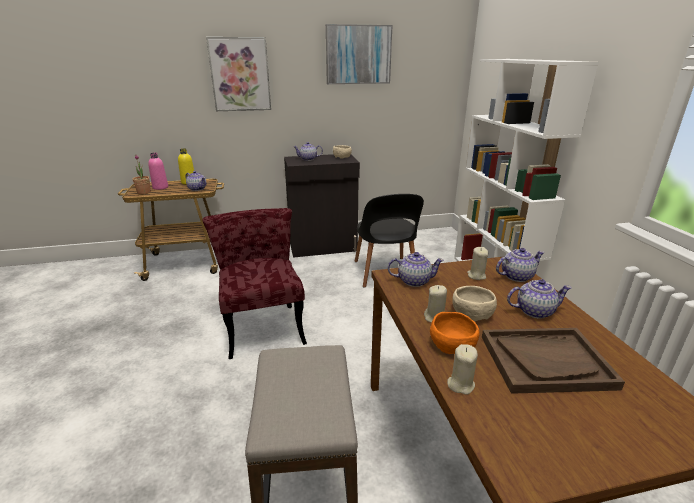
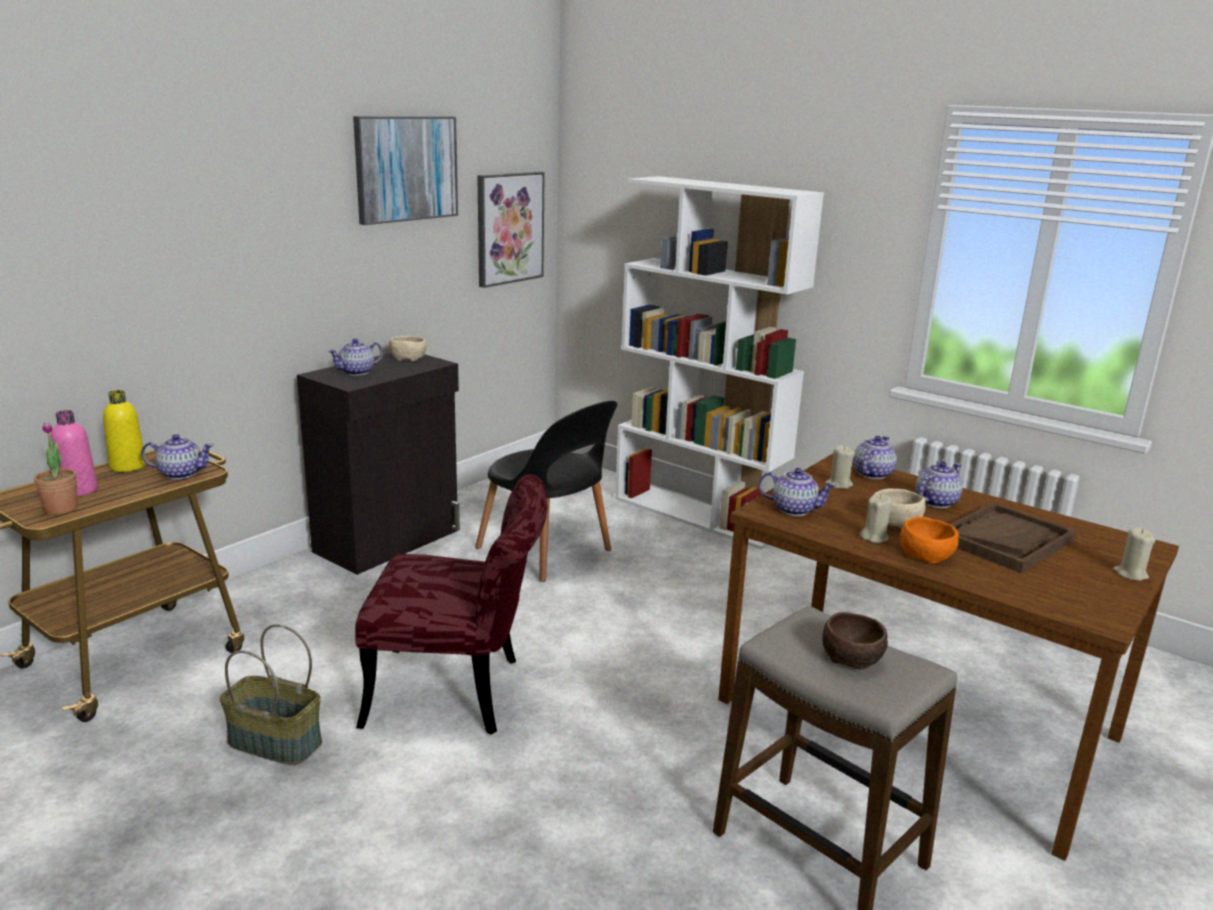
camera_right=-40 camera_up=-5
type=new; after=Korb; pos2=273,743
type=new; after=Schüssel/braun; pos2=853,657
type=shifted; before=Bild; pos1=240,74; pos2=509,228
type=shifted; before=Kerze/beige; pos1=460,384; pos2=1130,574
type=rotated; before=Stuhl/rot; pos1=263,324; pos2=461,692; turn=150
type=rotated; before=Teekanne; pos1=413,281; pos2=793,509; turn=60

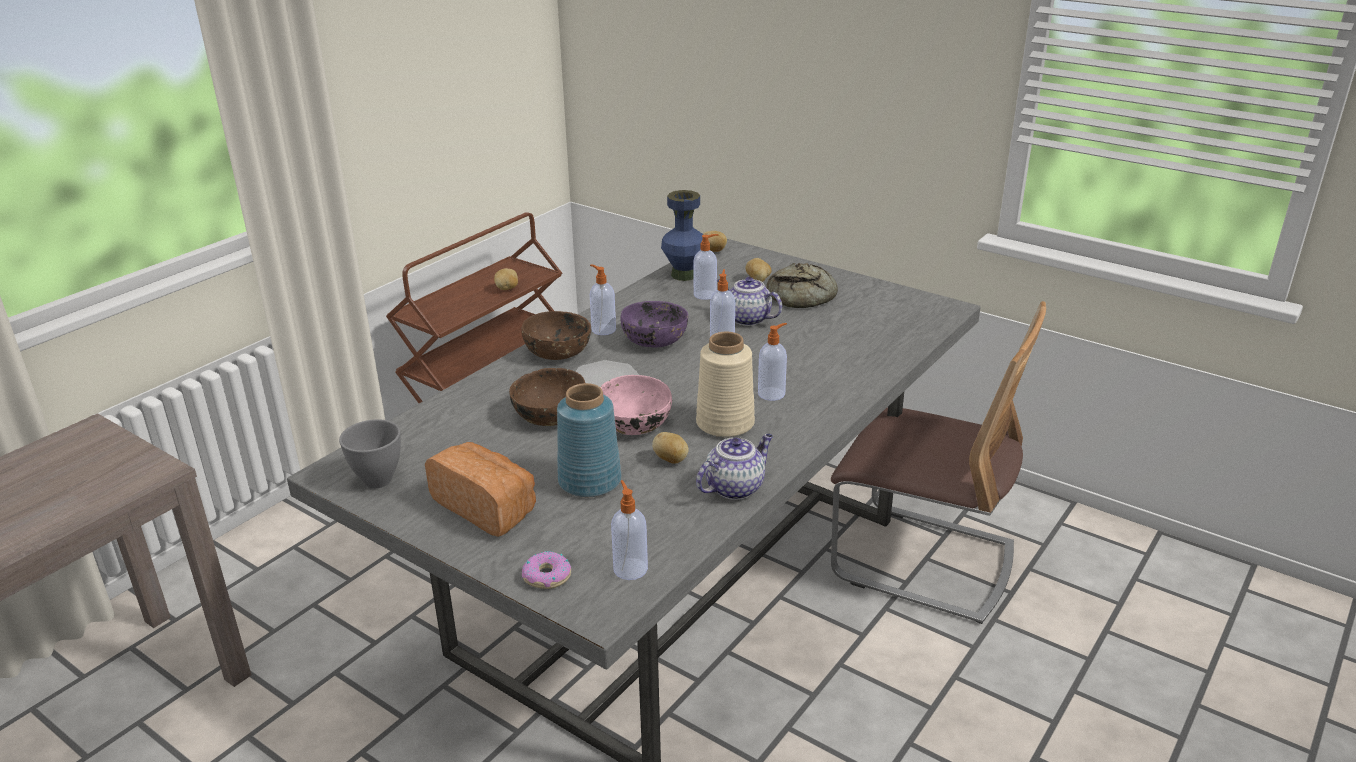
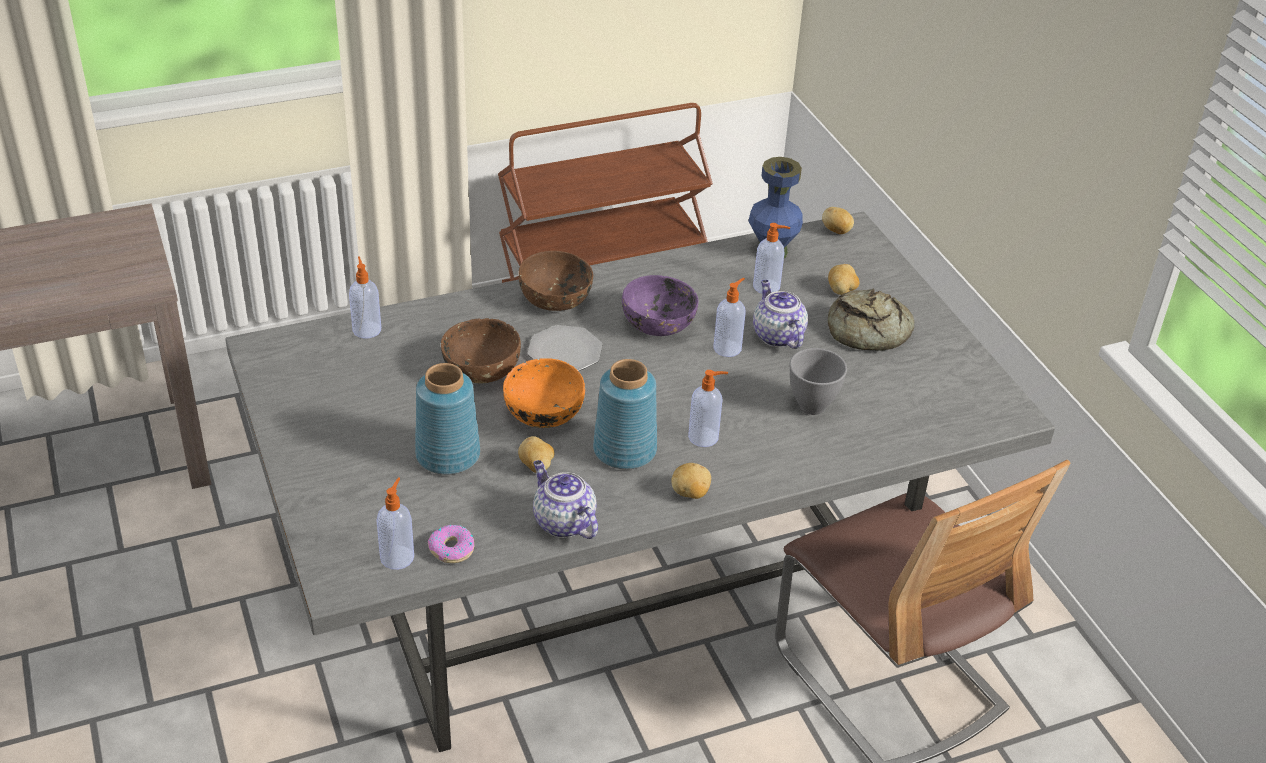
camera_right=30 camera_up=10
type=gone; before=Brot; pos1=487,507
type=shifted; before=Schüssel/grau; pos1=376,481; pos2=810,406
type=shifted; before=Kartoffel; pos1=507,288; pos2=690,493
type=shifted; before=Donut; pos1=547,576; pos2=451,549
type=shifted; before=Seifenspender; pos1=603,329; pos2=366,329
type=repainted; before=Schüssel/rosa; after=Schüssel/orange; pos1=634,424; pos2=543,412
type=repainted; before=Vase/beige; after=Vase/blau; pos1=725,424; pos2=624,451
type=rotated; before=Teekanne; pos1=735,487; pos2=562,522; turn=-120

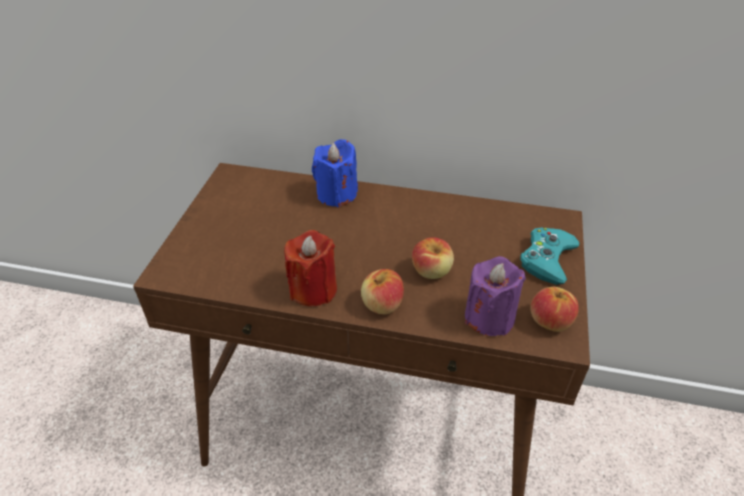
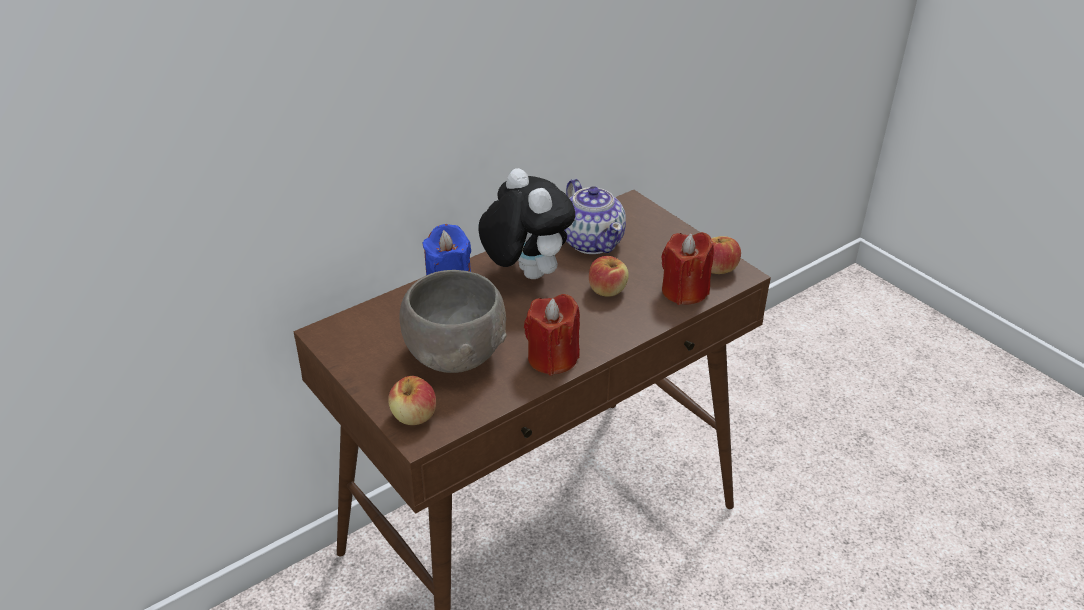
camera_right=-50 camera_up=-5
type=gone; before=Gamepad/türkis; pos1=547,259
type=new; after=Schüssel/grau; pos2=456,354
type=new; after=Plüschtier; pos2=525,273
type=new; after=Teekanne; pos2=592,241
type=shifted; before=Apfel; pos1=382,304; pos2=414,416
type=repainted; before=Kerze/lila; after=Kerze/rot; pos1=489,317; pos2=684,291

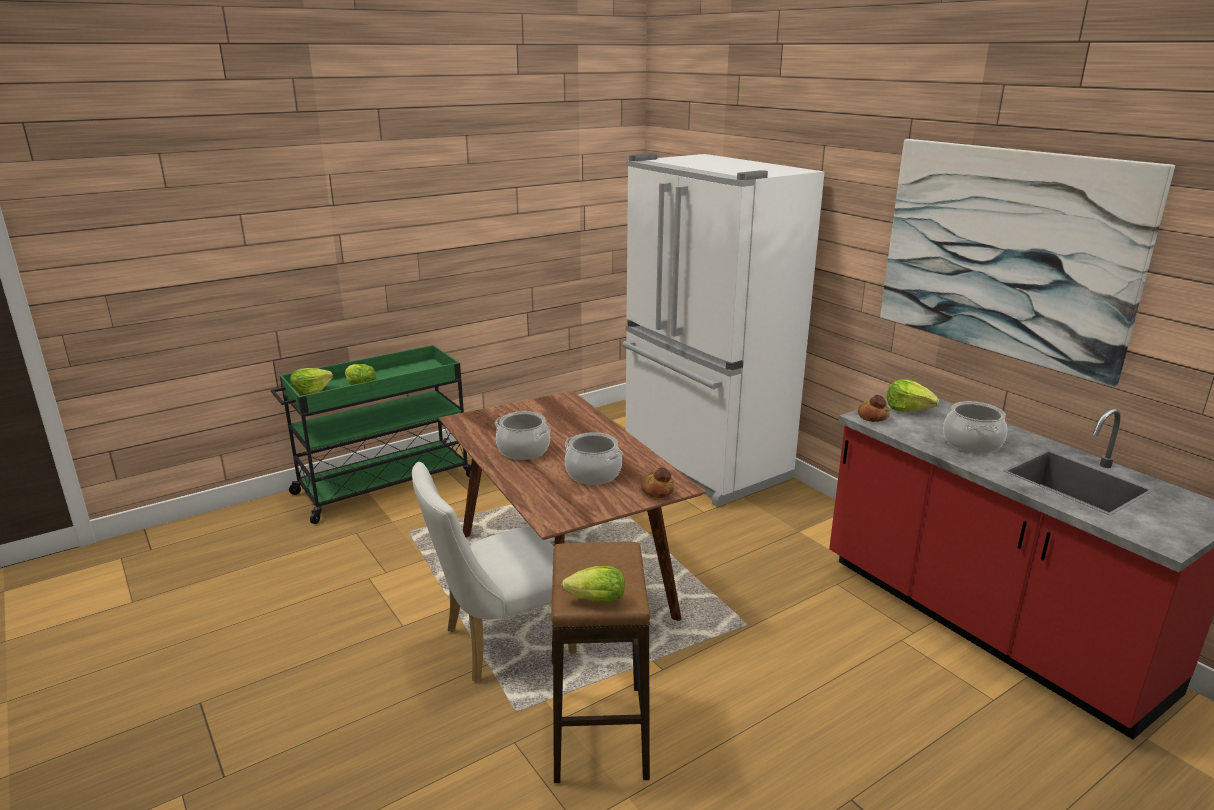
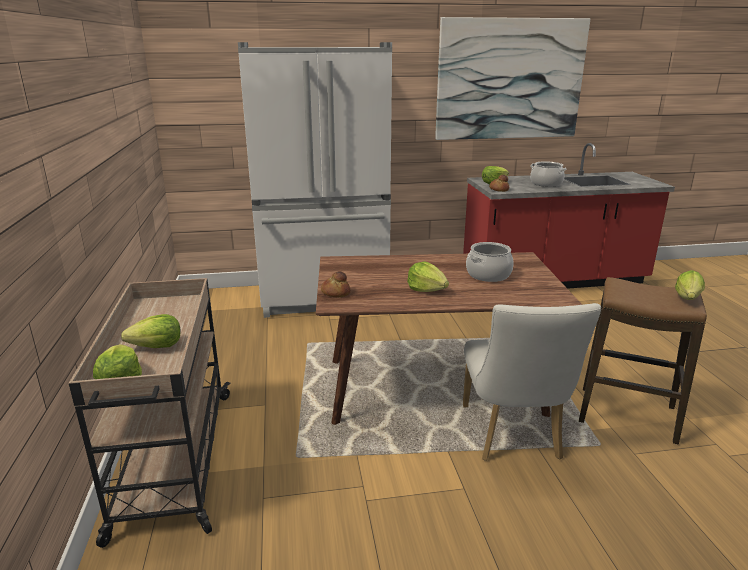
camera_right=-65 camera_up=0
type=shifted; before=Brot; pos1=658,490; pos2=336,293
type=swapped; before=Kochtopf; after=Salatkopf; pos1=523,450; pos2=426,289
type=repainted; before=Rollwagen/grün; after=Rollwagen/beige; pos1=383,486; pos2=174,461

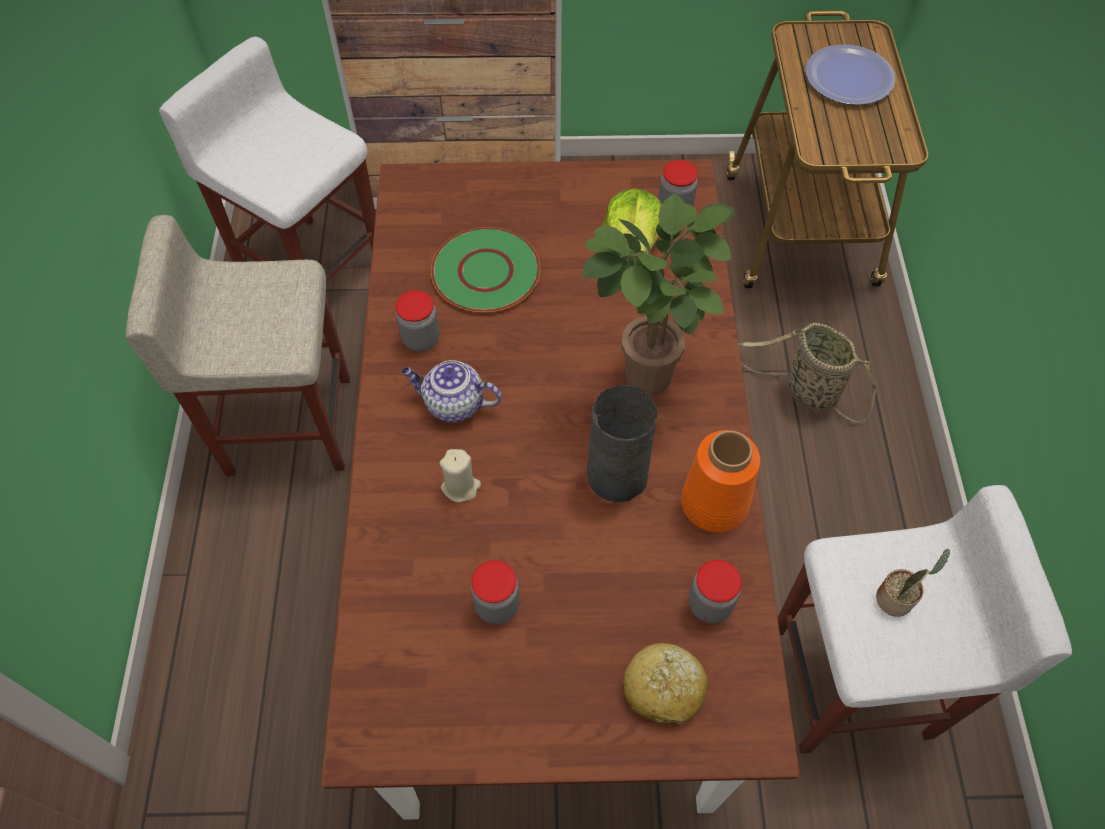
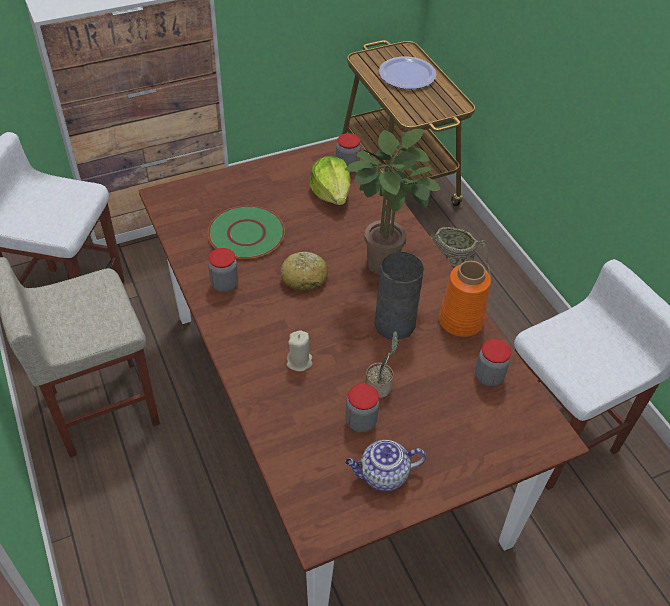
camera_right=-25 camera_up=-10
type=shifted; before=Teekanne; pos1=452,404; pos2=382,475
type=shifted; before=Brot; pos1=664,688; pos2=304,277
type=shifted; before=Topfpflanze; pos1=897,598; pos2=379,386

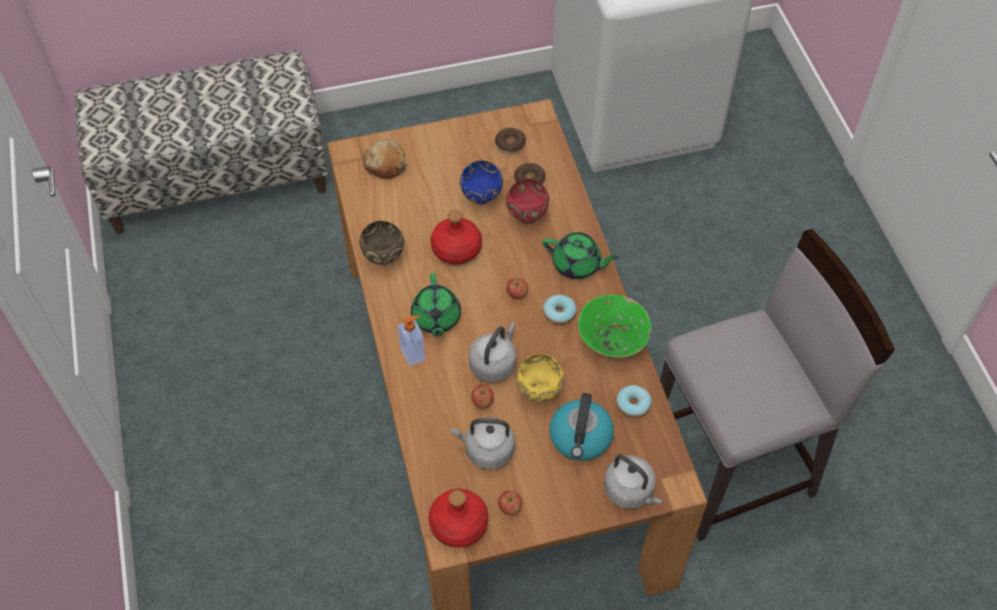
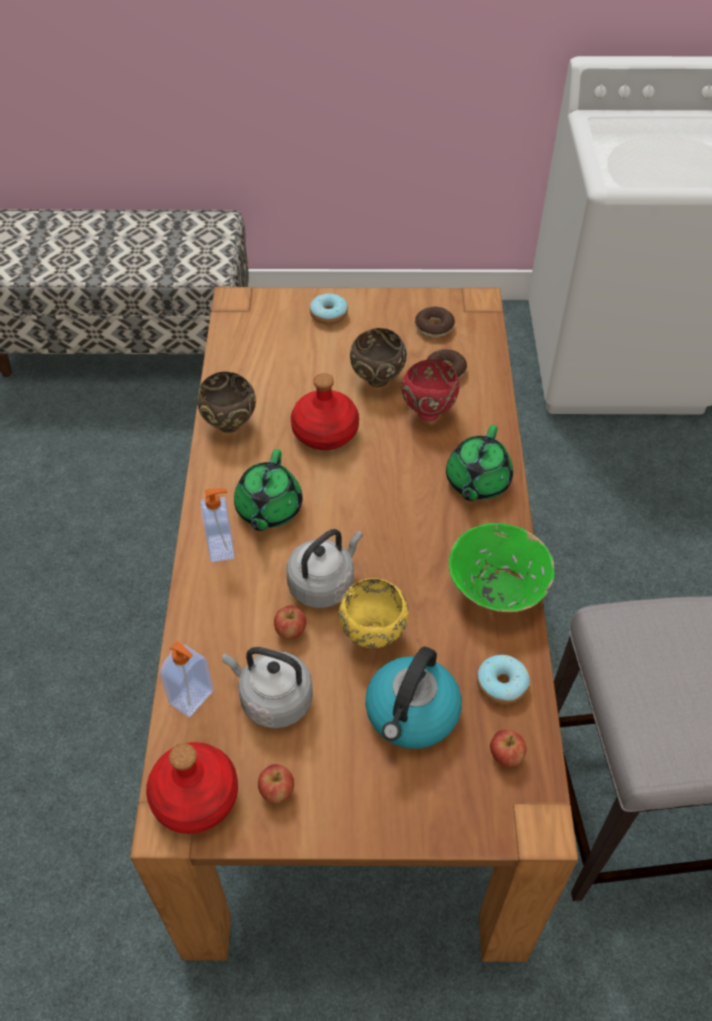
camera_right=15 camera_up=-5
type=gone; before=Brot; pos1=385,164
type=gone; before=Wasserkessel/grau; pos1=630,491
type=new; after=Seifenspender; pos2=192,698
type=shifted; before=Apfel; pos1=517,294; pos2=505,756
type=shifted; before=Donut; pos1=559,313; pos2=328,315
type=repainted; before=Schüssel/blau; after=Schüssel/braun; pos1=481,199; pos2=377,381
type=rotated; before=Teekanne/grün; pos1=577,264; pos2=477,482; turn=75

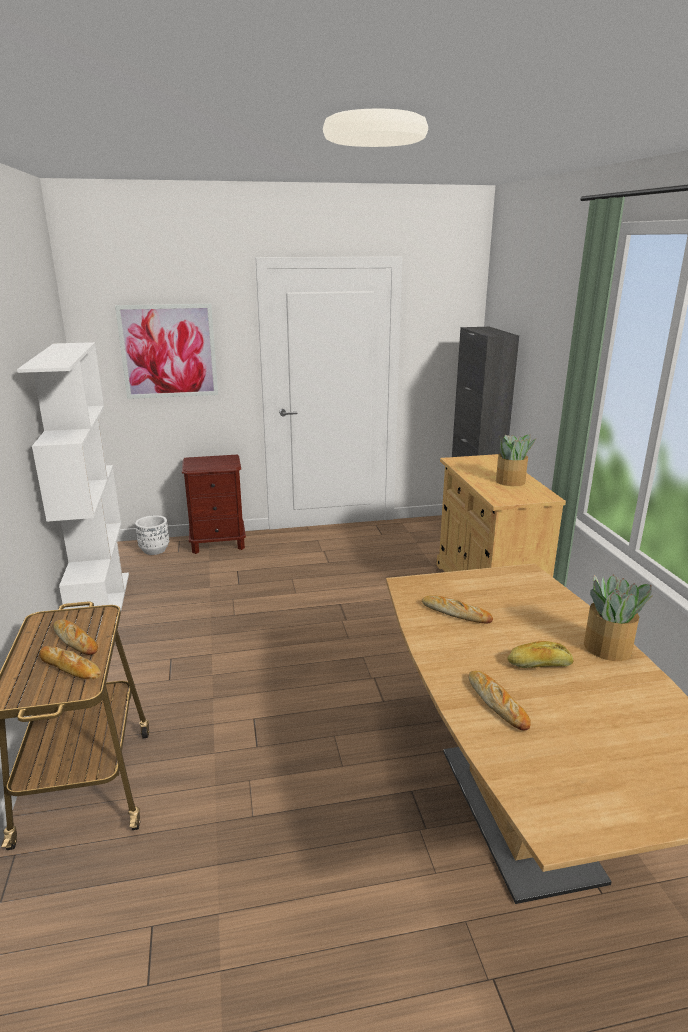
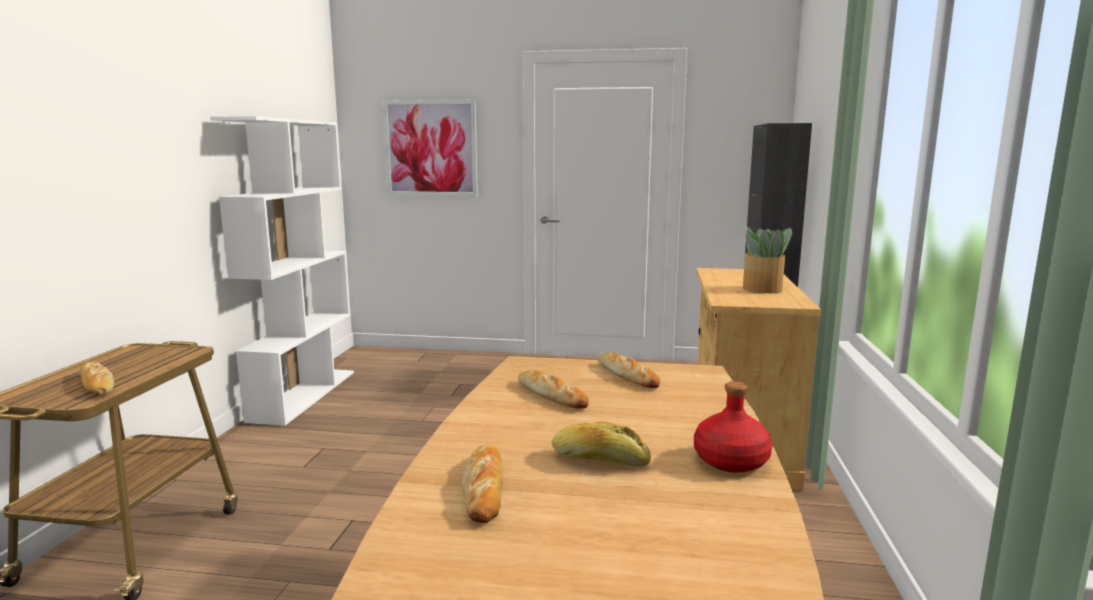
camera_right=20 camera_up=-10
type=gone; before=Pflanzkübel/weiß; pos1=154,550
type=gone; before=Nachttisch/braun; pos1=218,543
type=shifted; before=Brot; pos1=75,640; pos2=627,375
type=swapped; before=Topfpflanze; after=Flasche/rot; pos1=608,649; pos2=730,460

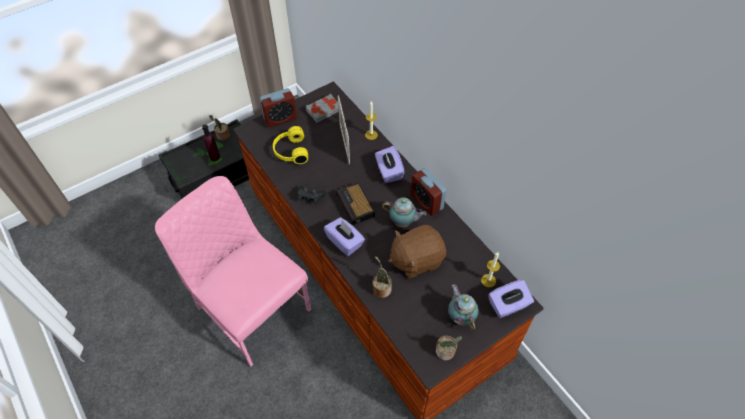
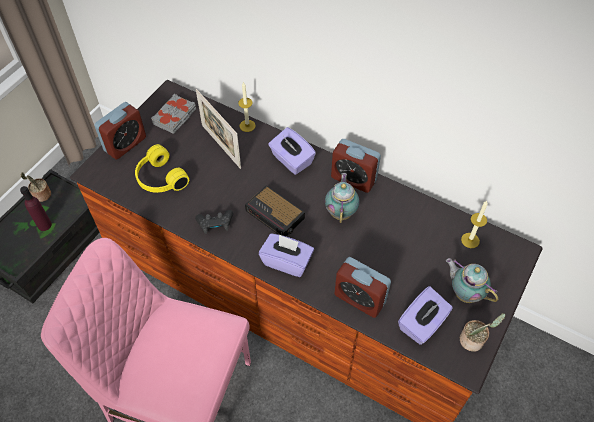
camera_right=-25 camera_up=0
type=gone; before=Plüschtier/braun; pos1=416,259
type=shifted; before=Taschentuchbox/lila; pos1=508,305; pos2=422,324
type=swapped; before=Topfpflanze; after=Wecker; pos1=381,288; pos2=360,299
type=rotated; before=Teekanne; pos1=403,222; pos2=341,212; turn=-75

